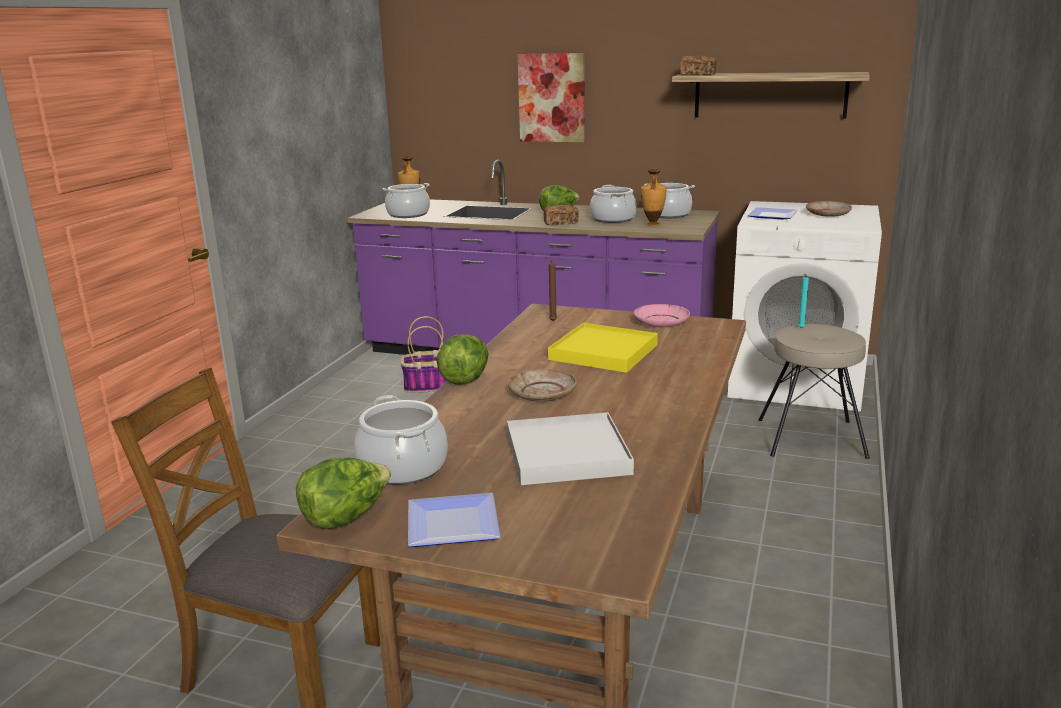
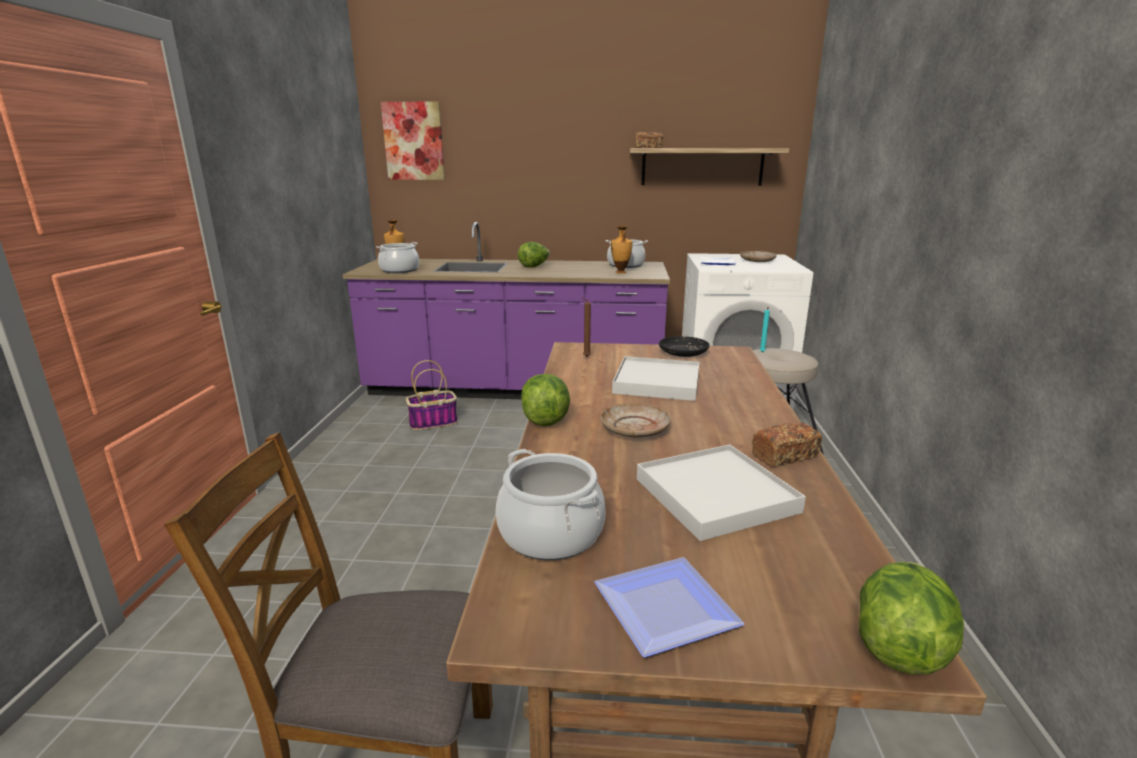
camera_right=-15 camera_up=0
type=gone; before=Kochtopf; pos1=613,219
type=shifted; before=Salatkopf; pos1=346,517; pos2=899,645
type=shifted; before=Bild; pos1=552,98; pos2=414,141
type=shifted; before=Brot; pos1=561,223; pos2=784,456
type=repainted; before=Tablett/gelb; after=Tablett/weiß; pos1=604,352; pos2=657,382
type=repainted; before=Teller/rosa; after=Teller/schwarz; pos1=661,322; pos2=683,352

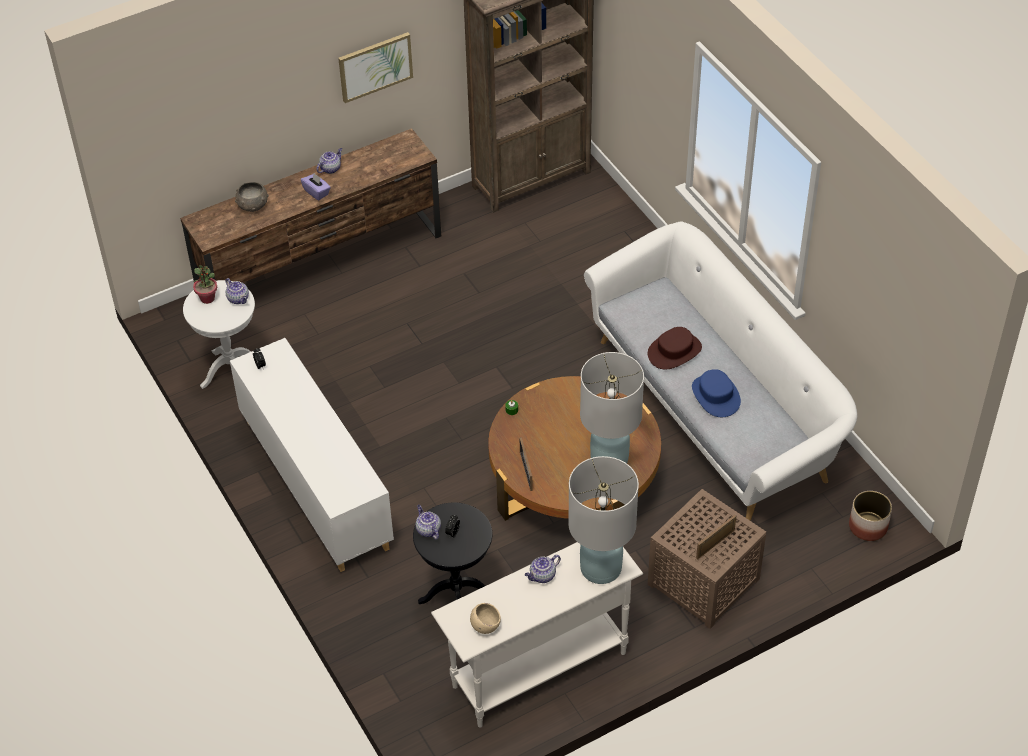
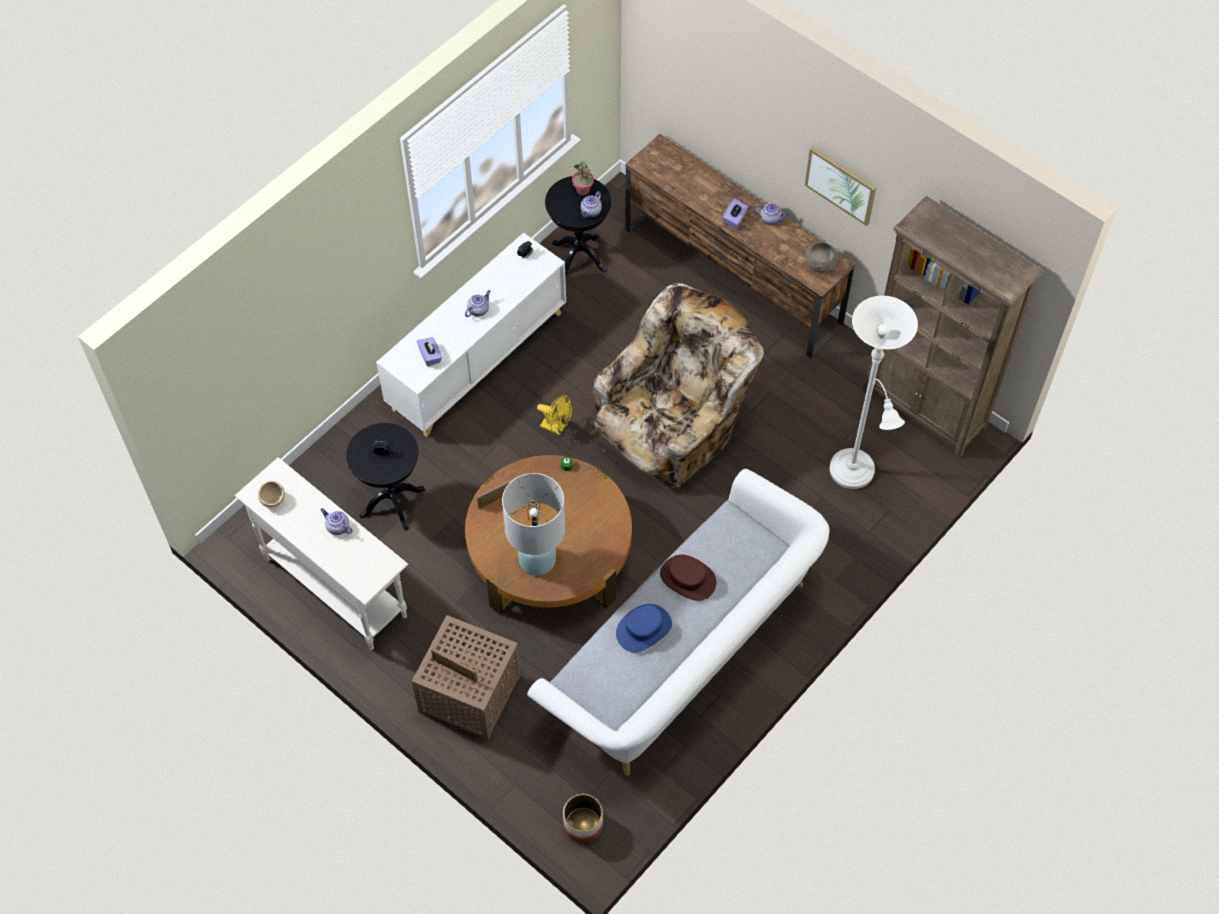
camera_right=70 camera_up=10
type=gone; before=Tischlampe/weiß; pos1=601,568
type=new; after=Taschentuchbox/lila; pos2=430,356
type=new; after=Ventilator/gelb; pos2=556,427
type=new; after=Sessel/beige; pos2=673,426
type=new; after=Stehlampe/weiß; pos2=854,474
type=shifted; before=Schüssel/grau; pos1=252,205; pos2=820,264
type=shifted; before=Teekanne; pos1=428,530; pos2=478,310
type=repainted; before=Beistelltisch/weiß; after=Beistelltisch/schwarz; pos1=231,371; pos2=579,257

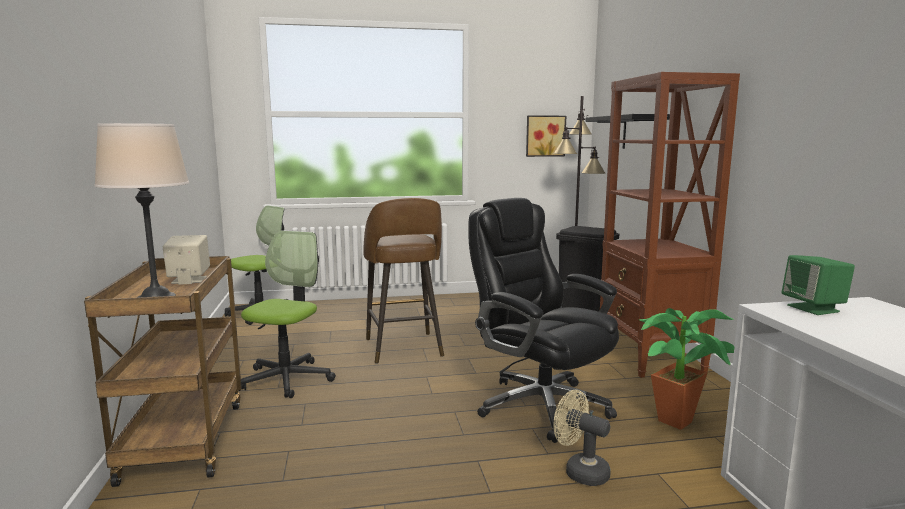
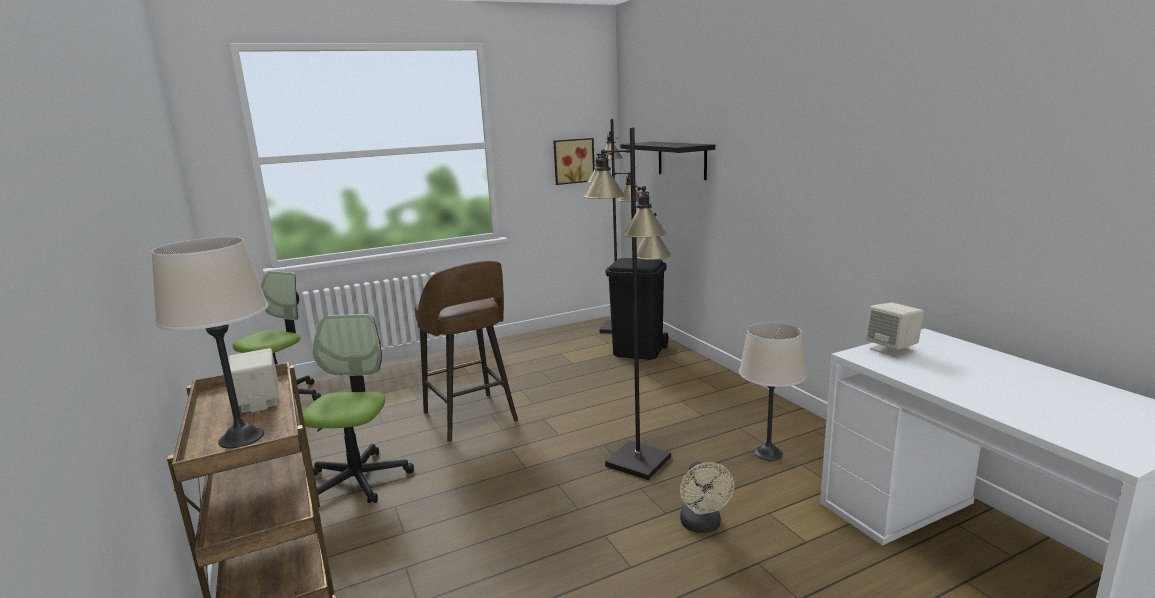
camera_right=-15 camera_up=5
type=gone; before=Bücherregal/braun; pos1=650,357
type=swapped; before=Bürostuhl/schwarz; after=Stehlampe/schwarz; pos1=540,405; pos2=638,461
type=swapped; before=Topfpflanze; after=Tischlampe/beige; pos1=681,420; pos2=768,453
type=repainted; before=Lautsprecher/grün; after=Lautsprecher/beige; pos1=814,308; pos2=892,350
type=rotated; before=Ventilator/beige; pos1=580,471; pos2=702,526; turn=-120

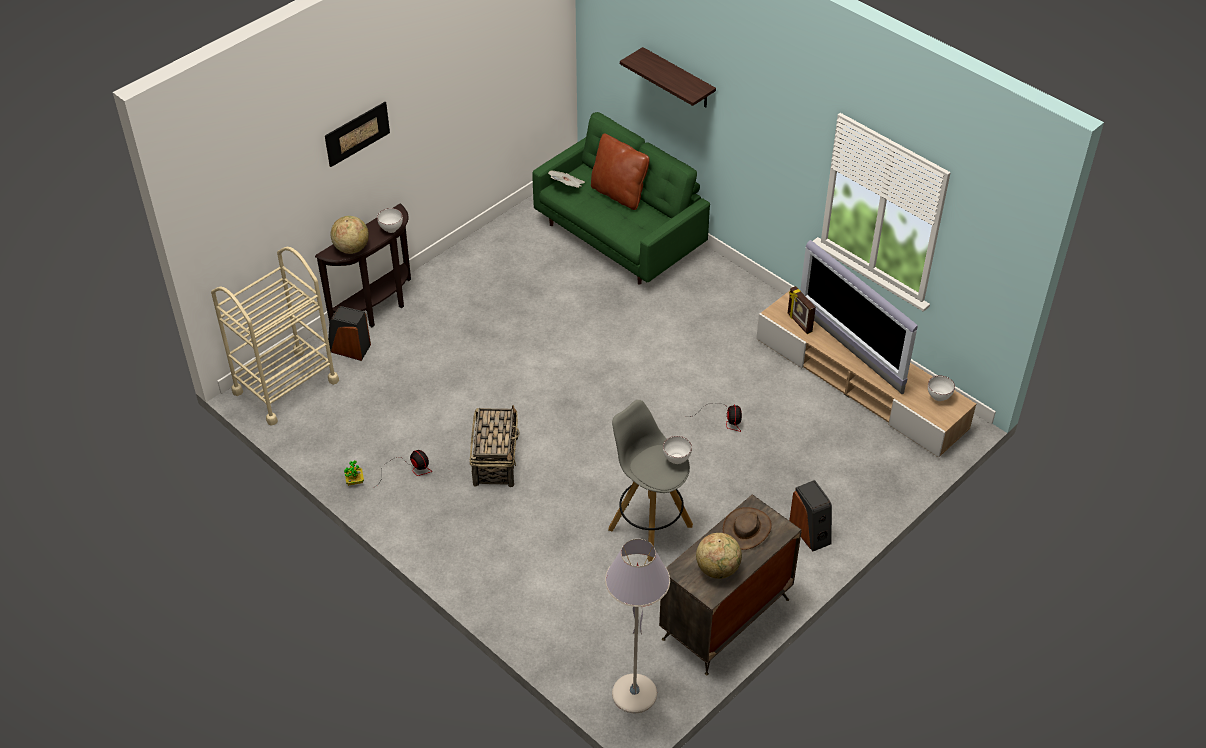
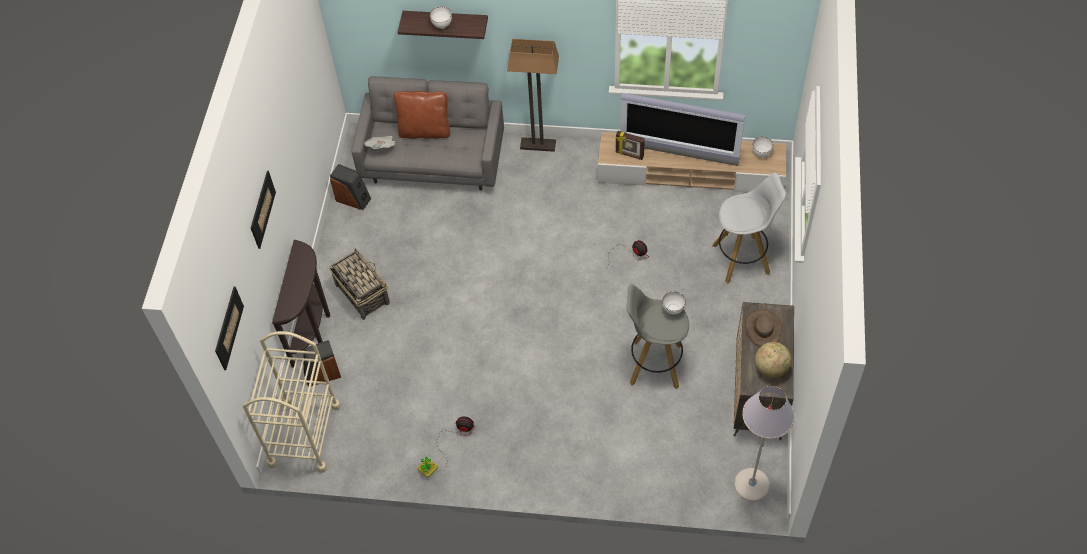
camera_right=-35 camera_up=10
type=gone; before=Globus; pos1=351,248
type=new; after=Bild; pos2=228,328
type=new; after=Stehlampe; pos2=538,145
type=new; after=Hocker/weiß; pos2=742,259
type=shifted; before=Schüssel/weiß; pos1=391,230; pos2=442,26
type=shifted; before=Korb; pos1=496,460; pos2=362,293
type=shifted; before=Lautsprecher; pos1=810,532; pos2=353,199
type=repainted; before=Sofa/grün; after=Sofa/grau; pos1=620,237; pos2=433,162

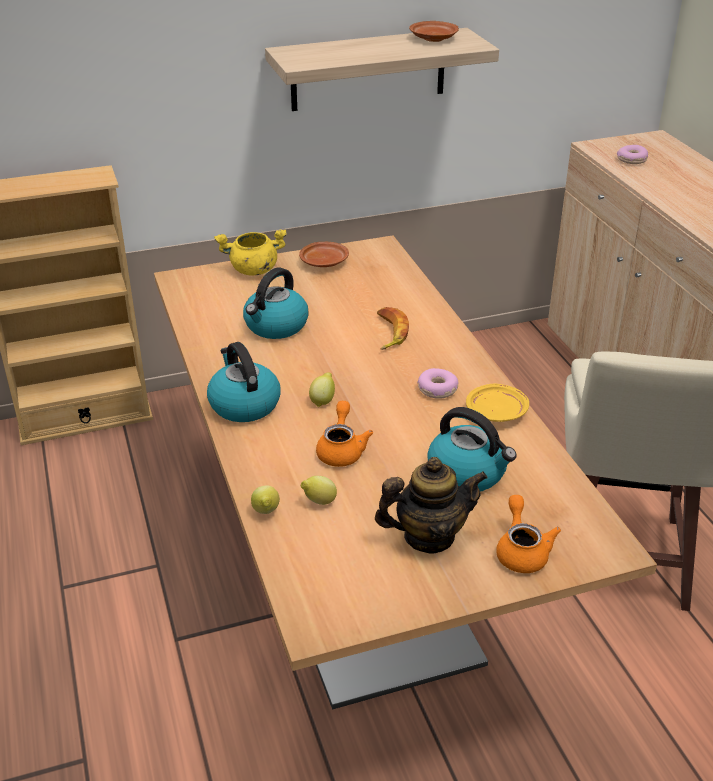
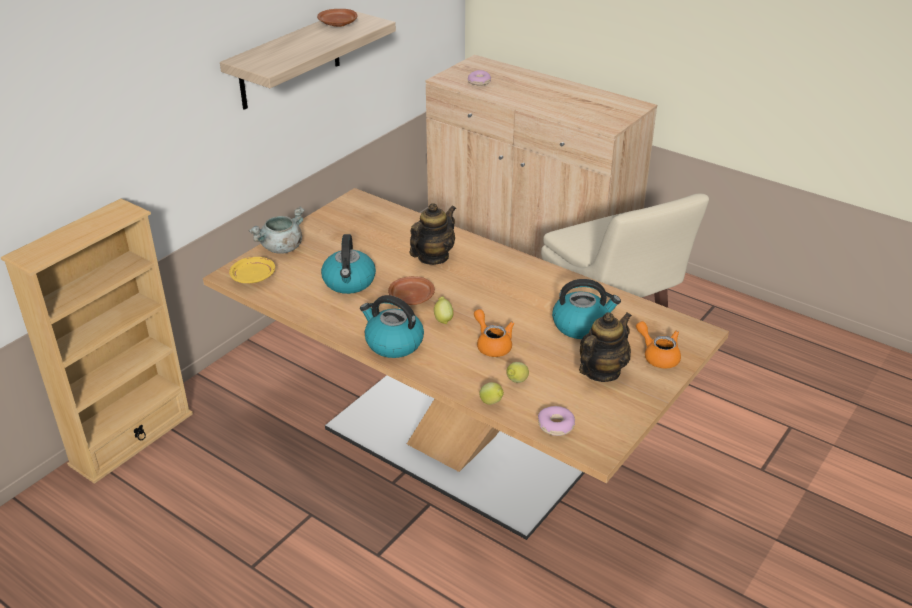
camera_right=-35 camera_up=0
type=shifted; before=Teller/braun; pos1=324,262; pos2=411,297
type=shifted; before=Donut; pos1=437,389; pos2=556,426
type=shifted; before=Teller/gelb; pos1=497,412; pos2=253,277
type=swapped; before=Banane; after=Teekanne; pos1=389,332; pos2=433,257
type=repainted; before=Kochtopf/gelb; after=Kochtopf/grau; pos1=253,270; pos2=281,248

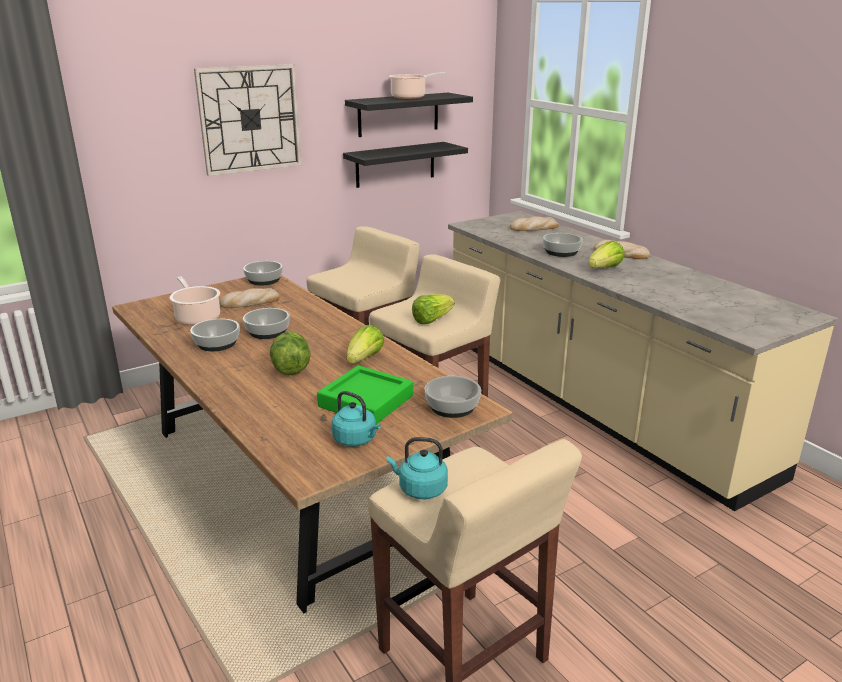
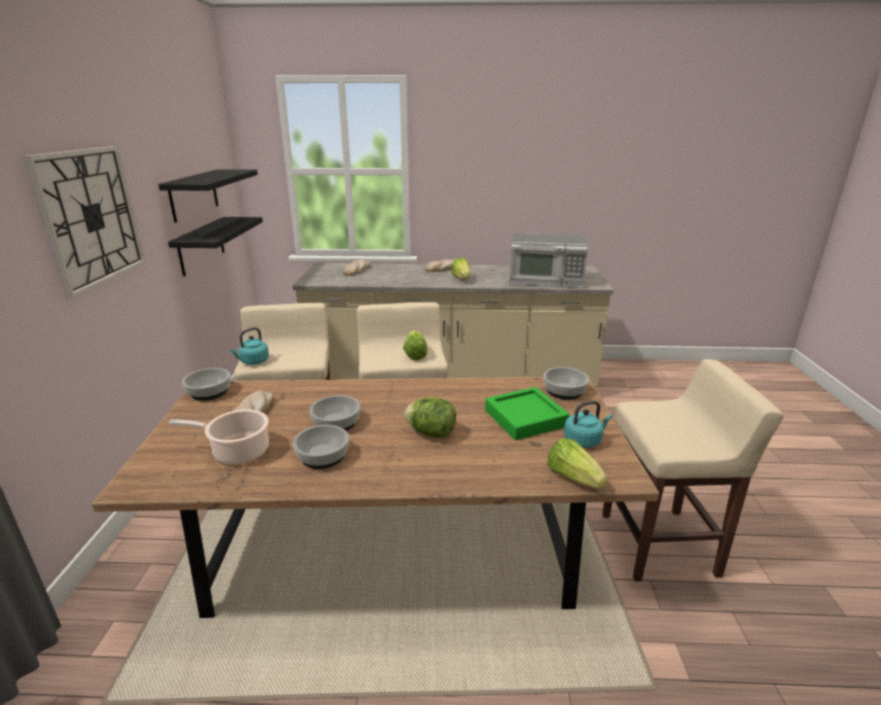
camera_right=-55 camera_up=0
type=gone; before=Kochtopf; pos1=410,97
type=gone; before=Schüssel; pos1=561,252
type=new; after=Mikrowelle; pos2=545,280
type=shifted; before=Salatkopf; pos1=365,359; pos2=573,477
type=shifted; before=Wasserkessel/türkis; pos1=420,489; pos2=253,361

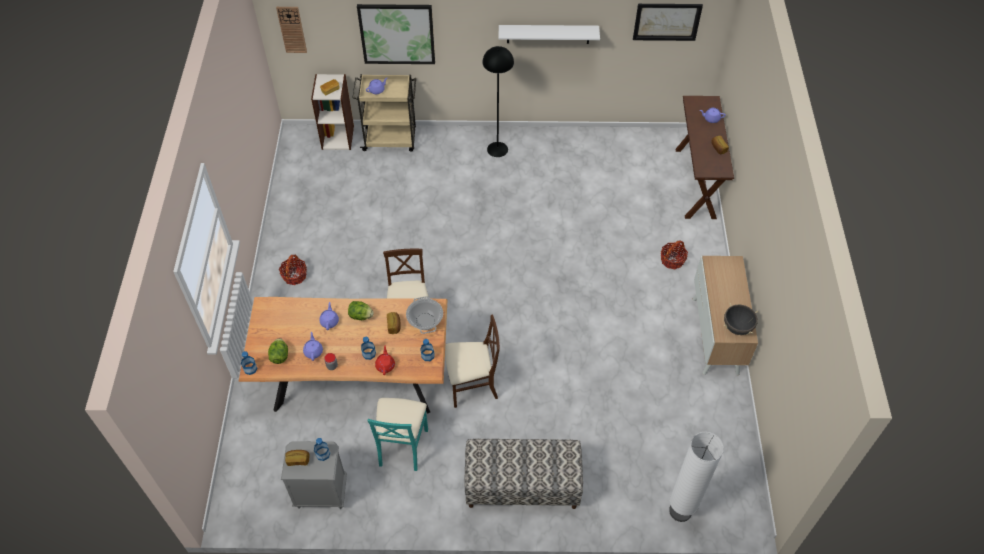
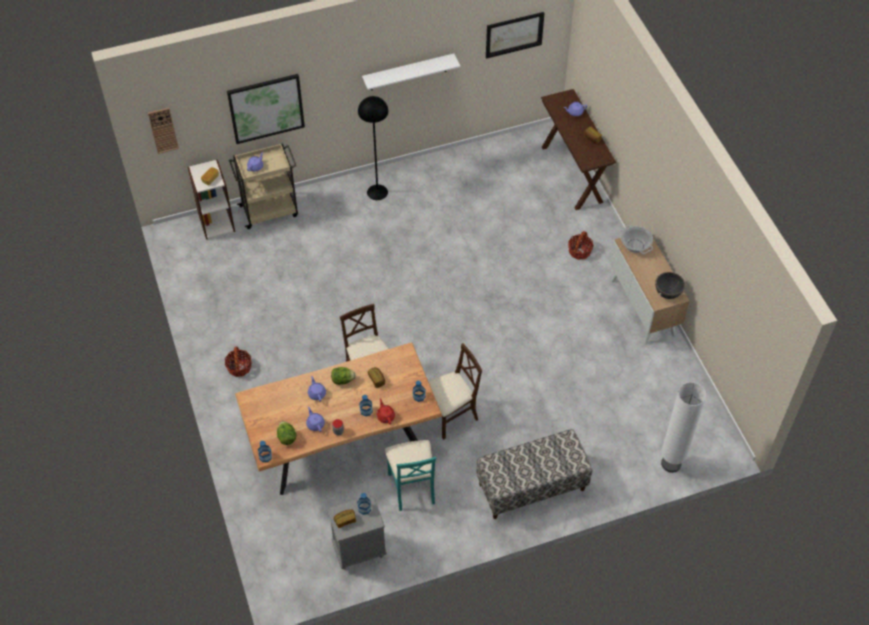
camera_right=-20 camera_up=0
type=shifted; before=Kochtopf; pos1=425,321; pos2=635,246

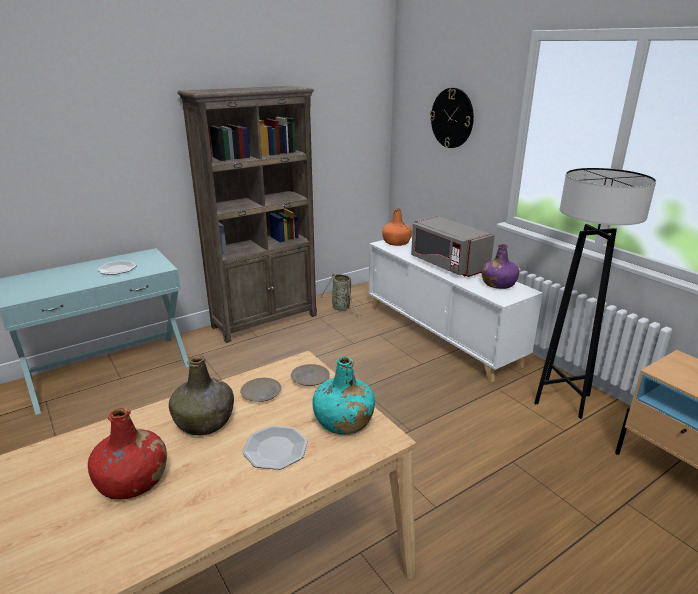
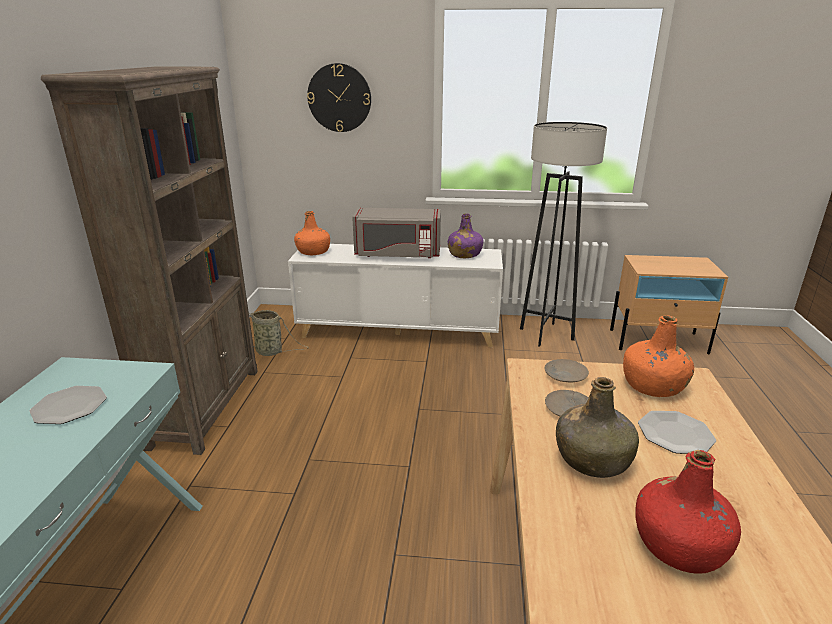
camera_right=-50 camera_up=0
type=repainted; before=Flasche/türkis; after=Flasche/orange; pos1=343,421; pos2=653,385

